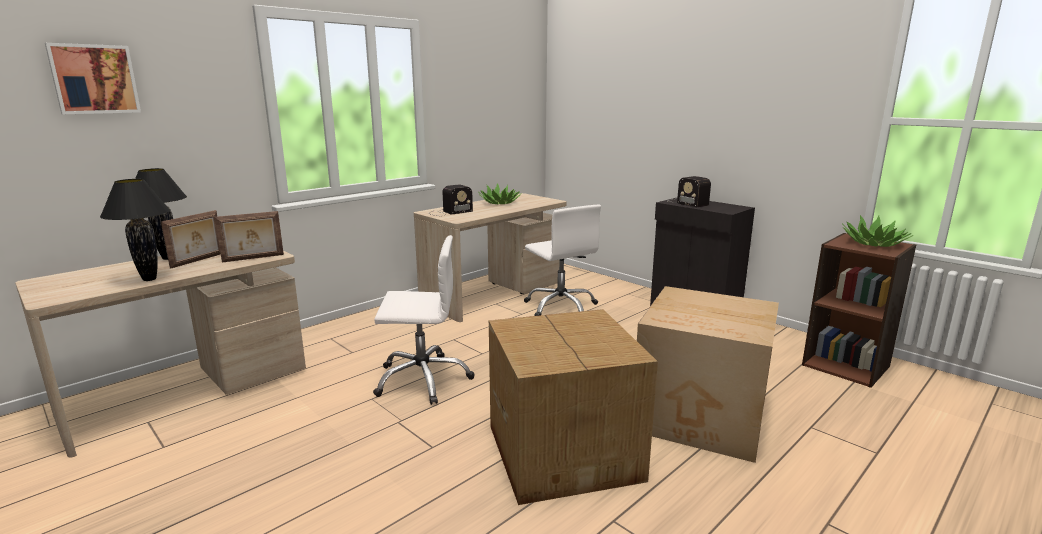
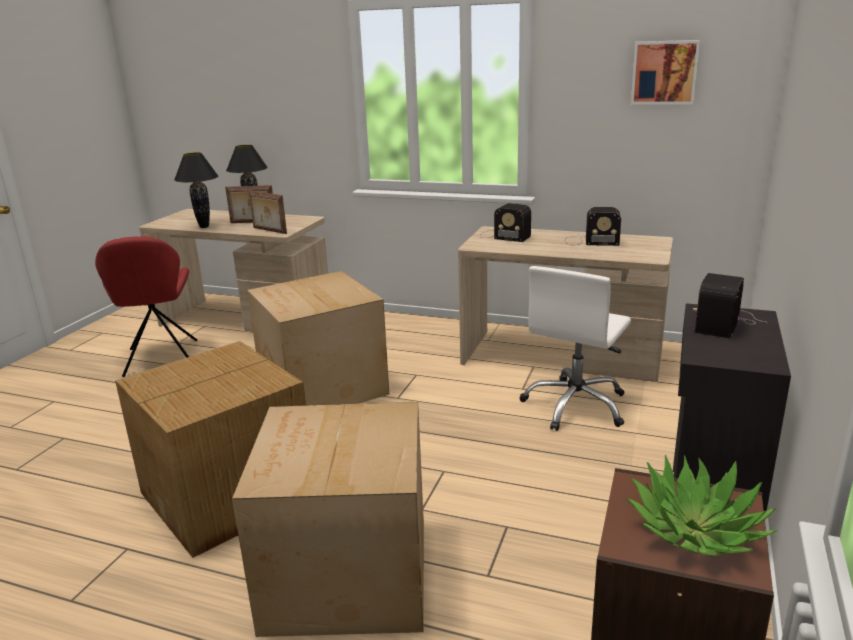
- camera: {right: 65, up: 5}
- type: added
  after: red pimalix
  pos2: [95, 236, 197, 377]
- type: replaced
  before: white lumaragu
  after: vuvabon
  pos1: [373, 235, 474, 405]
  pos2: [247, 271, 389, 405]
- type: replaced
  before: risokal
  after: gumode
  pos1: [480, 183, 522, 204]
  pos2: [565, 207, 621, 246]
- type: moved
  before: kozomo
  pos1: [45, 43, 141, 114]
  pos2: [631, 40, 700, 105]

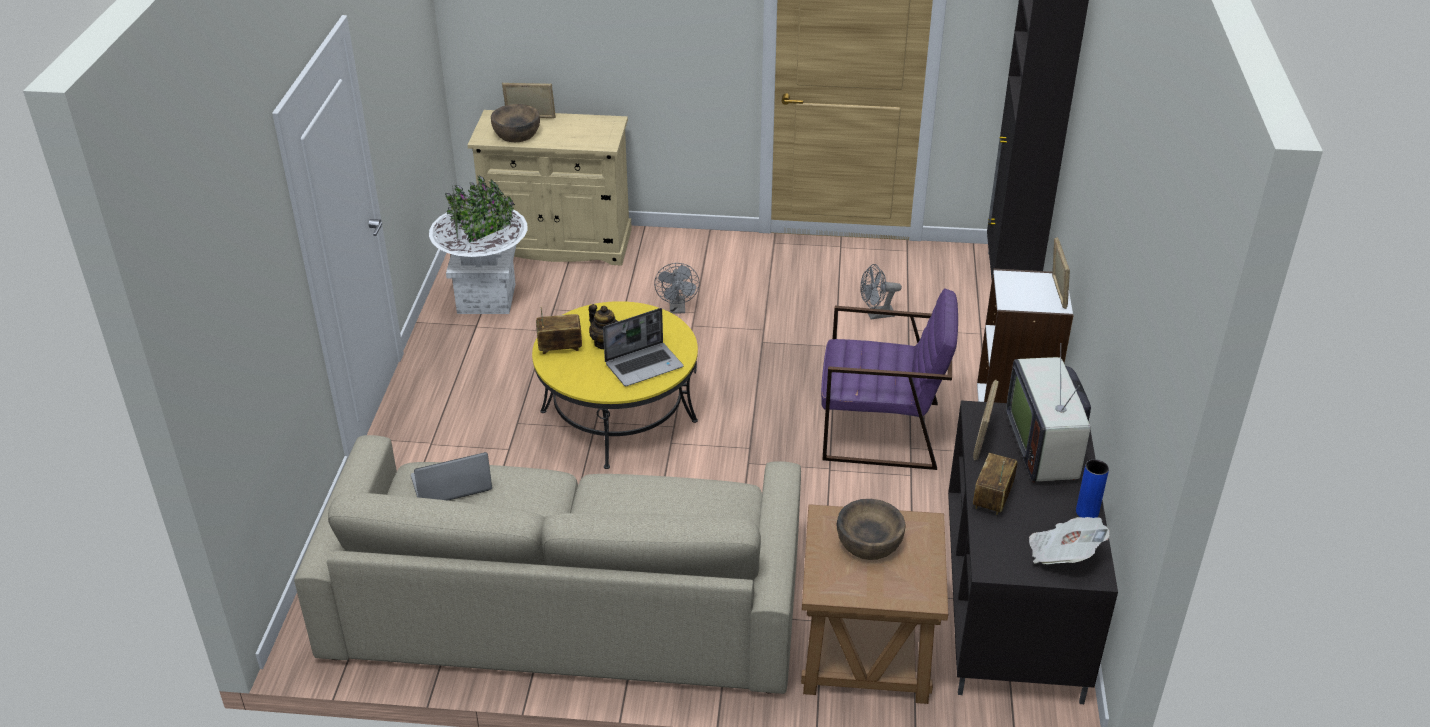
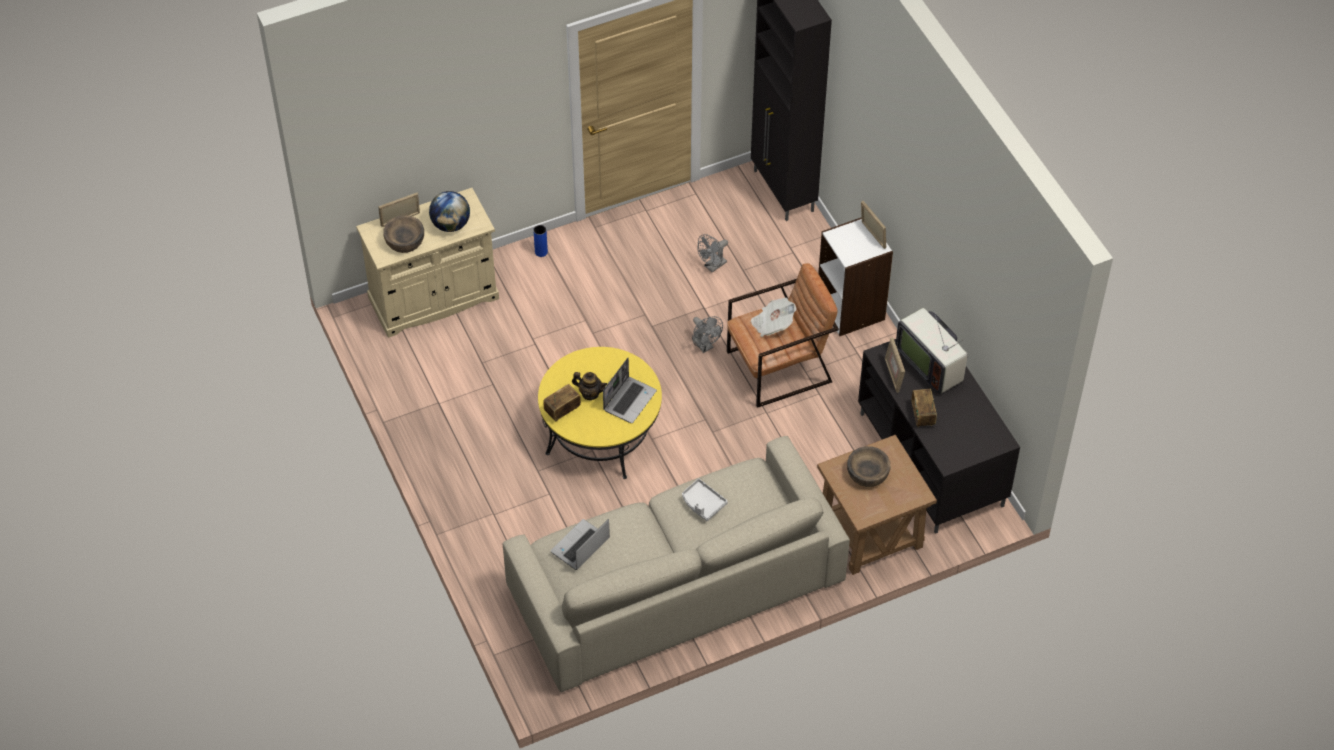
- camera: {right: -30, up: 15}
- type: added
  after: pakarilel
  pos2: [429, 191, 470, 232]
- type: moved
  before: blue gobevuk
  pos1: [1076, 459, 1109, 518]
  pos2: [533, 225, 548, 257]
- type: added
  after: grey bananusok
  pos2: [682, 478, 728, 521]
- type: moved
  before: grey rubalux
  pos1: [654, 263, 700, 314]
  pos2: [692, 316, 723, 353]
- type: recoloured
  before: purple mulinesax
  after: brown mulinesax
  pos1: [821, 289, 958, 470]
  pos2: [727, 263, 839, 408]
- type: moved
  before: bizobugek
  pos1: [1029, 517, 1110, 564]
  pos2: [751, 298, 797, 337]
- type: removed
  before: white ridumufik
  pos1: [429, 176, 528, 314]

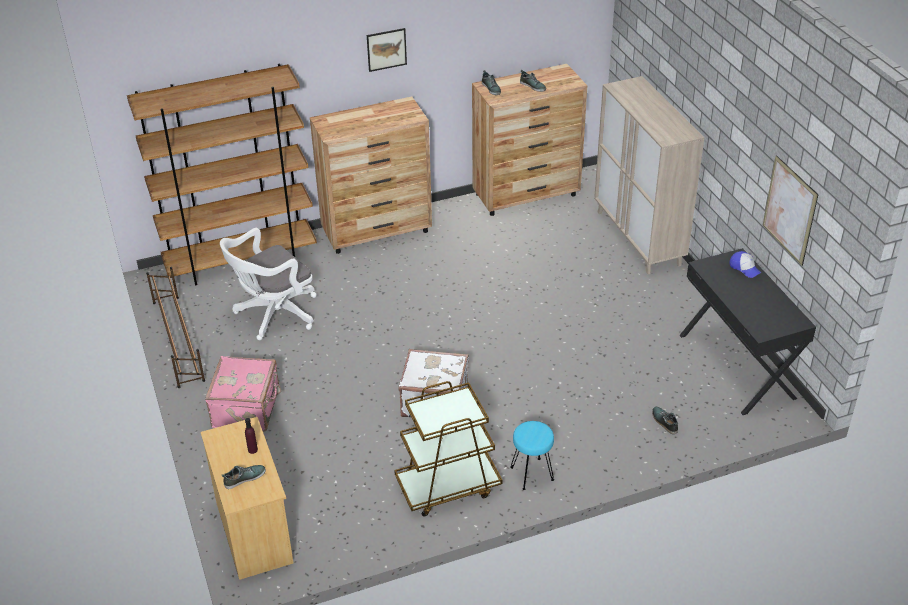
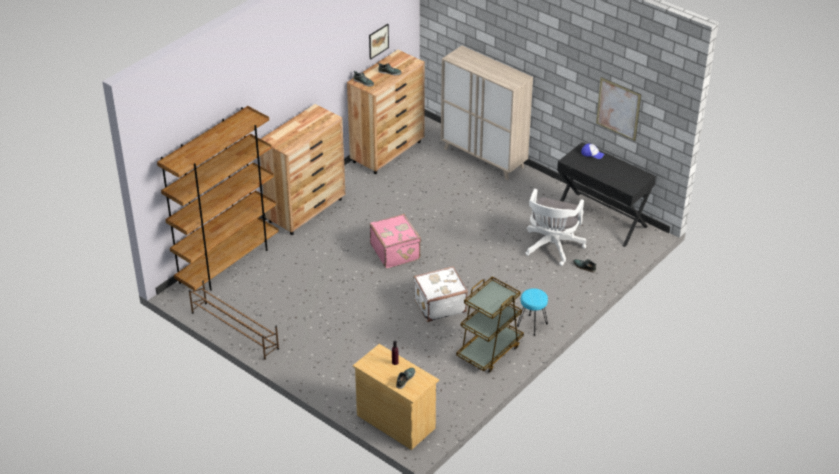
- camera: {right: -30, up: 0}
- type: moved
  before: kozomo
  pos1: [367, 28, 407, 72]
  pos2: [369, 24, 389, 60]
- type: moved
  before: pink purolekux
  pos1: [205, 356, 281, 432]
  pos2: [370, 214, 421, 268]
- type: moved
  before: white lumaragu
  pos1: [220, 228, 316, 340]
  pos2: [526, 189, 586, 266]

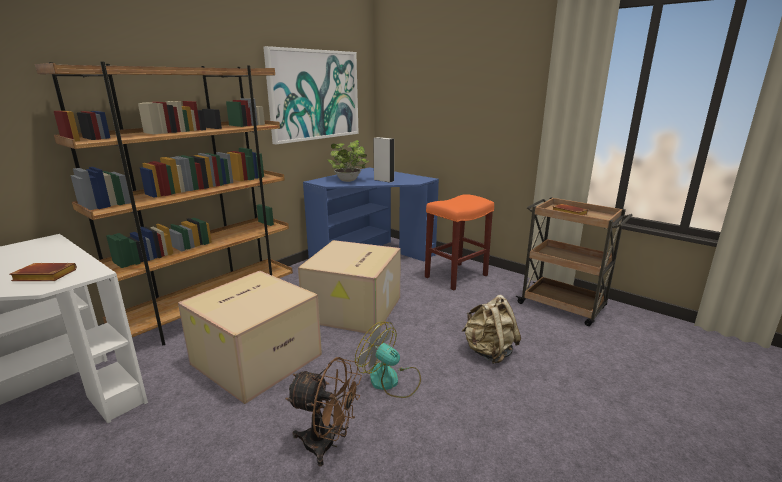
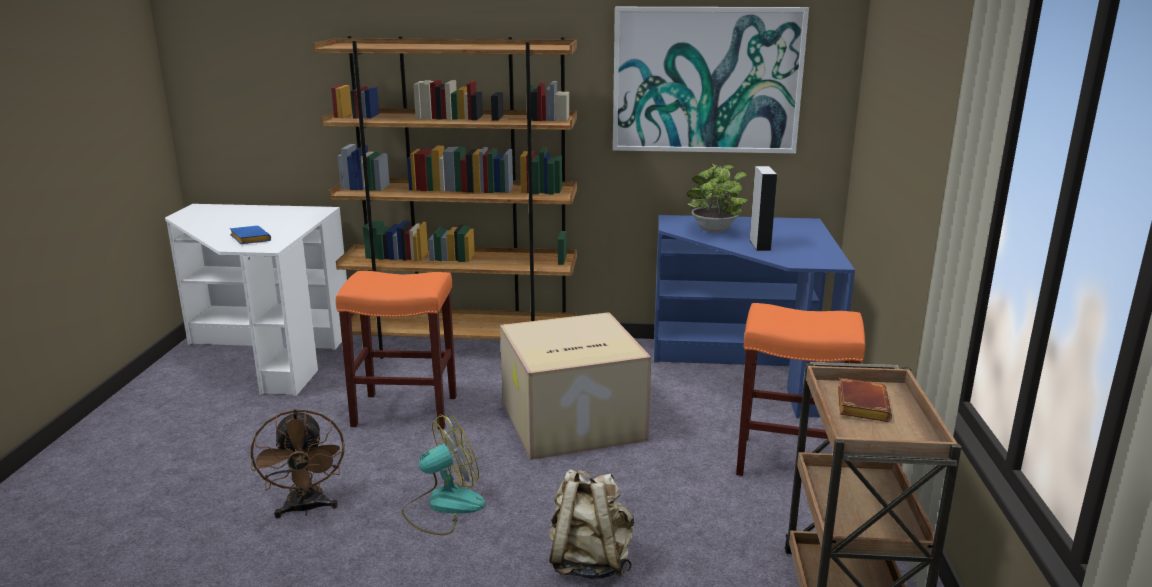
- camera: {right: 55, up: 0}
- type: recoloured
  before: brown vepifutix
  after: blue vepifutix
  pos1: [9, 263, 77, 281]
  pos2: [230, 226, 271, 244]
- type: replaced
  before: vuvabon
  after: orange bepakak
  pos1: [178, 271, 322, 404]
  pos2: [336, 271, 457, 429]
- type: turned
  before: rubalux
  pos1: [355, 322, 421, 398]
  pos2: [402, 414, 486, 535]
  turn: 60

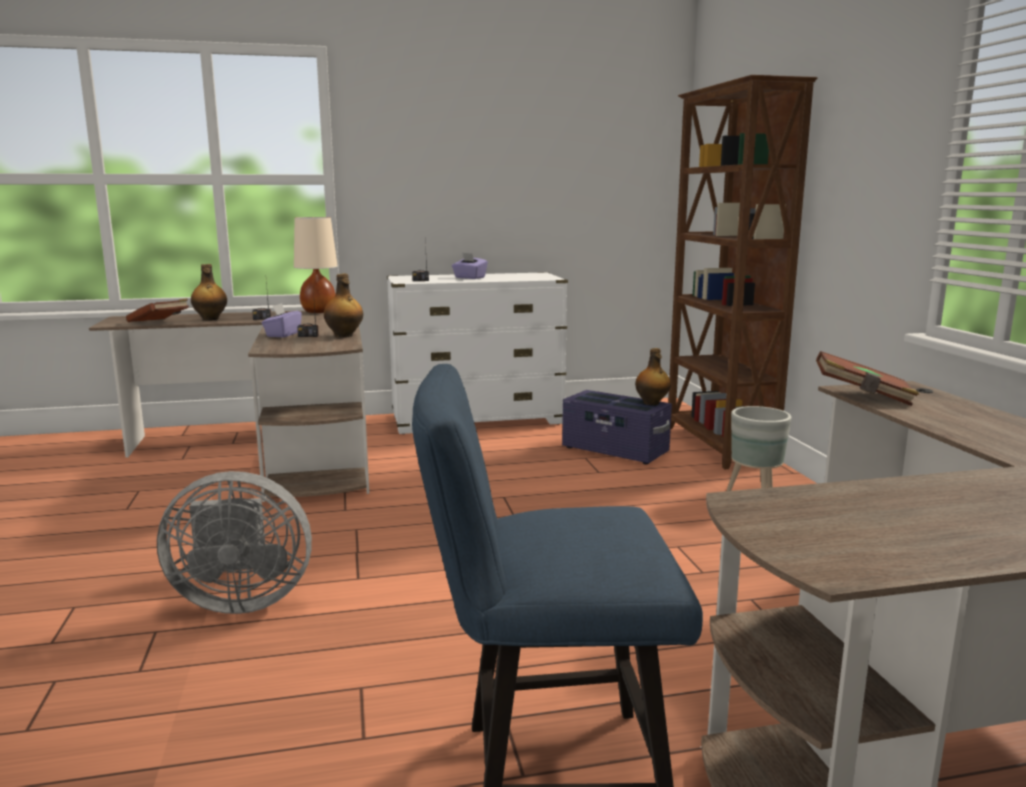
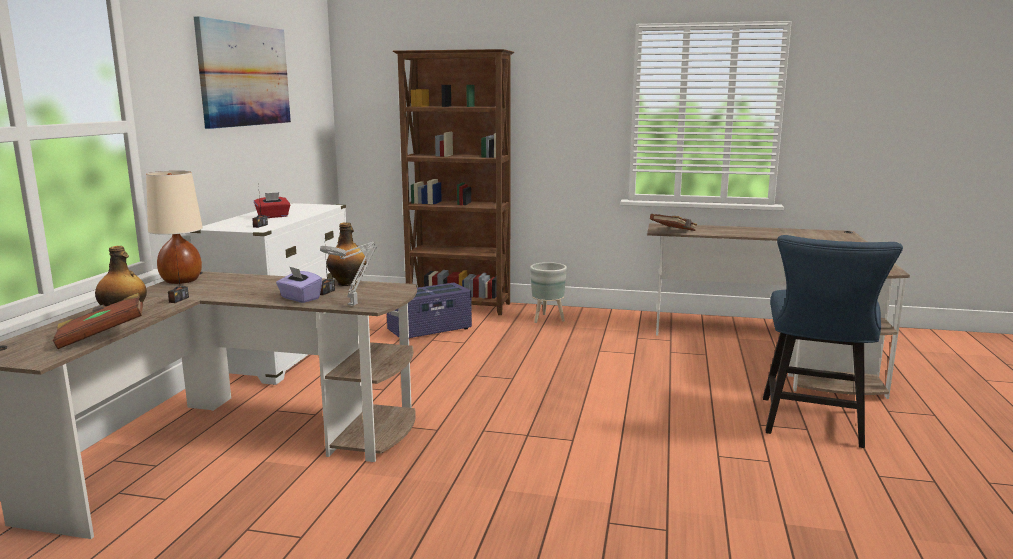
- camera: {right: -65, up: 0}
- type: added
  after: kozomo
  pos2: [194, 16, 291, 129]
- type: recoloured
  before: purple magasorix
  after: red magasorix
  pos1: [452, 253, 488, 279]
  pos2: [254, 192, 290, 218]
- type: added
  after: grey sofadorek
  pos2: [320, 242, 377, 306]
- type: removed
  before: grey rubalux
  pos1: [157, 471, 312, 614]
- type: removed
  before: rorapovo
  pos1: [635, 348, 671, 405]

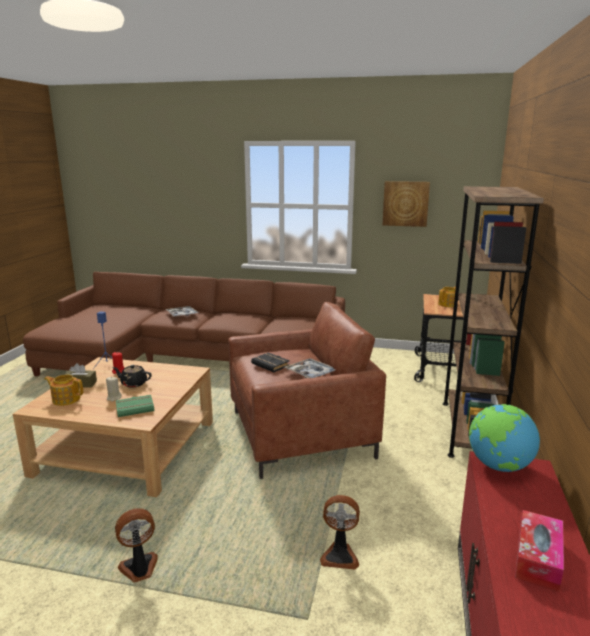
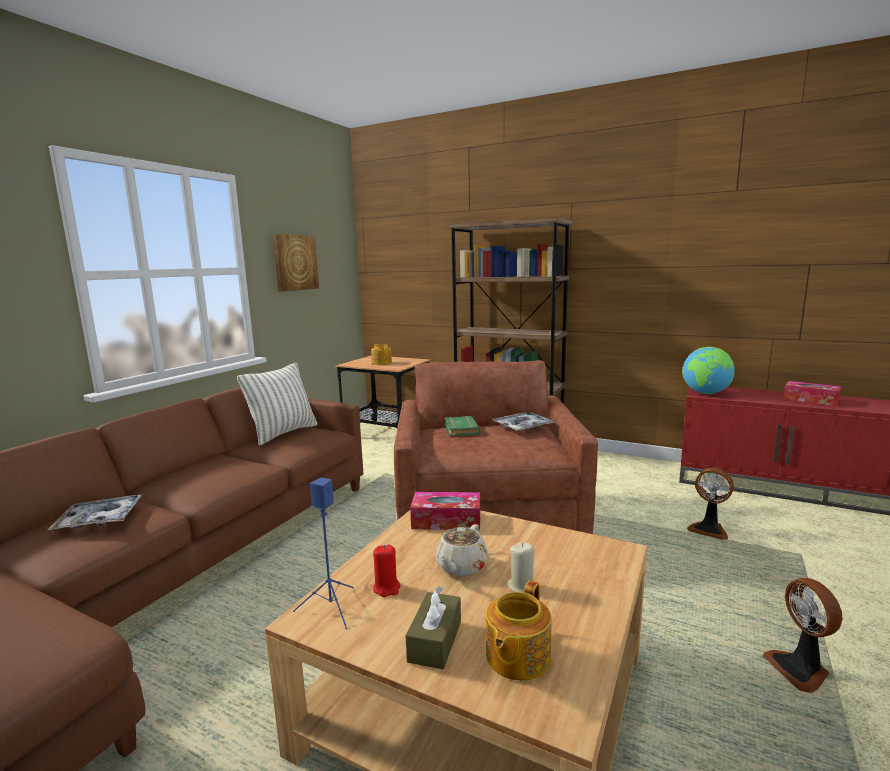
- camera: {right: -75, up: -5}
- type: added
  after: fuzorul
  pos2: [237, 363, 317, 445]
- type: added
  after: magasorix
  pos2: [410, 492, 480, 530]
- type: recoloured
  before: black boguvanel
  after: beige boguvanel
  pos1: [112, 365, 152, 388]
  pos2: [436, 524, 488, 576]
- type: moved
  before: green vepifutix
  pos1: [116, 395, 154, 417]
  pos2: [445, 416, 480, 436]
- type: turned
  before: rubalux
  pos1: [320, 495, 360, 570]
  pos2: [687, 468, 734, 540]
  turn: 105
- type: removed
  before: black vepifutix
  pos1: [251, 353, 290, 372]

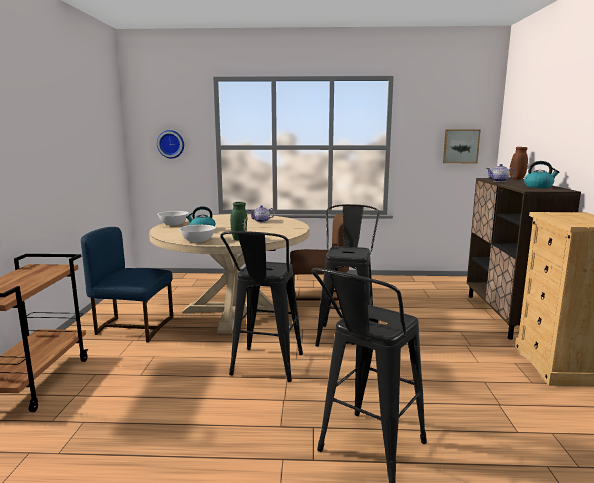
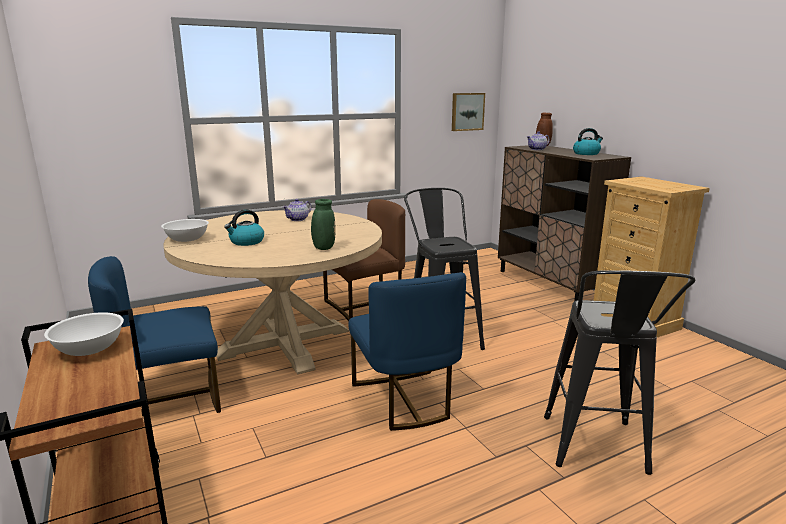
- camera: {right: -30, up: 5}
- type: moved
  before: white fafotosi
  pos1: [179, 225, 216, 242]
  pos2: [44, 312, 124, 356]
- type: replaced
  before: black bepakak
  after: blue pimalix
  pos1: [220, 231, 303, 382]
  pos2: [348, 272, 466, 431]
- type: removed
  before: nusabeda
  pos1: [157, 130, 184, 159]

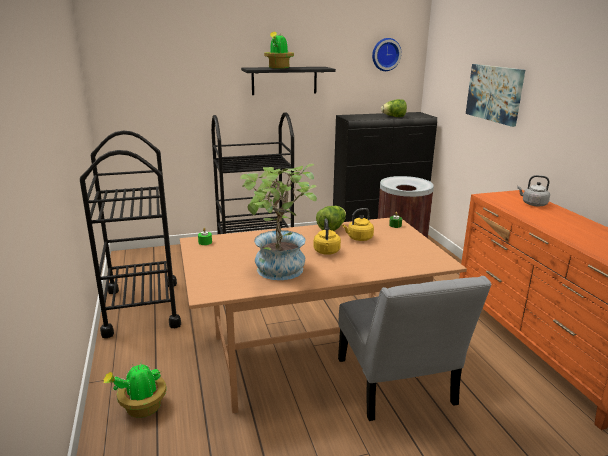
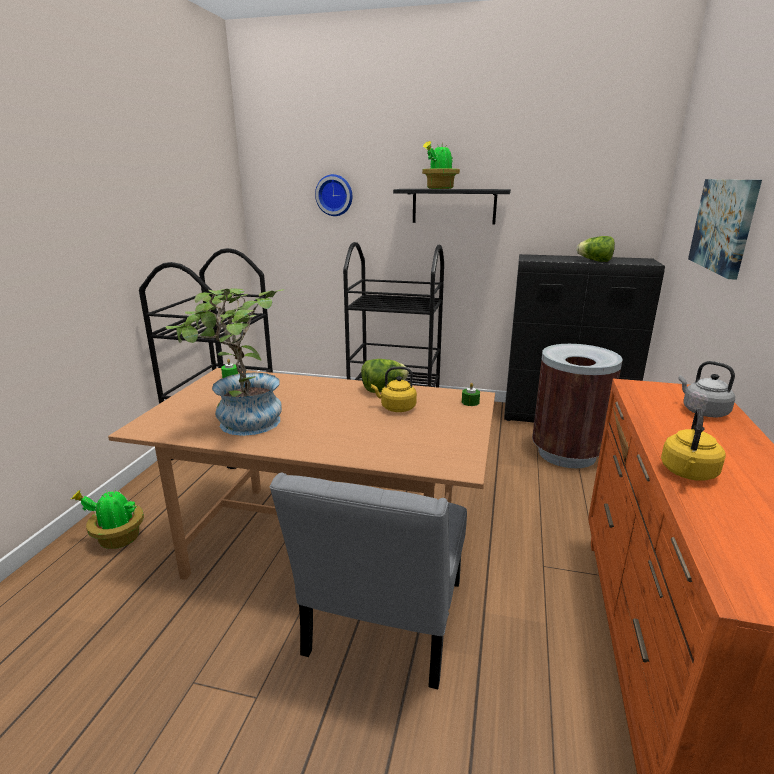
- camera: {right: 30, up: 0}
- type: moved
  before: nusabeda
  pos1: [372, 38, 402, 71]
  pos2: [315, 174, 352, 216]
- type: moved
  before: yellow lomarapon
  pos1: [314, 219, 341, 255]
  pos2: [661, 408, 726, 481]

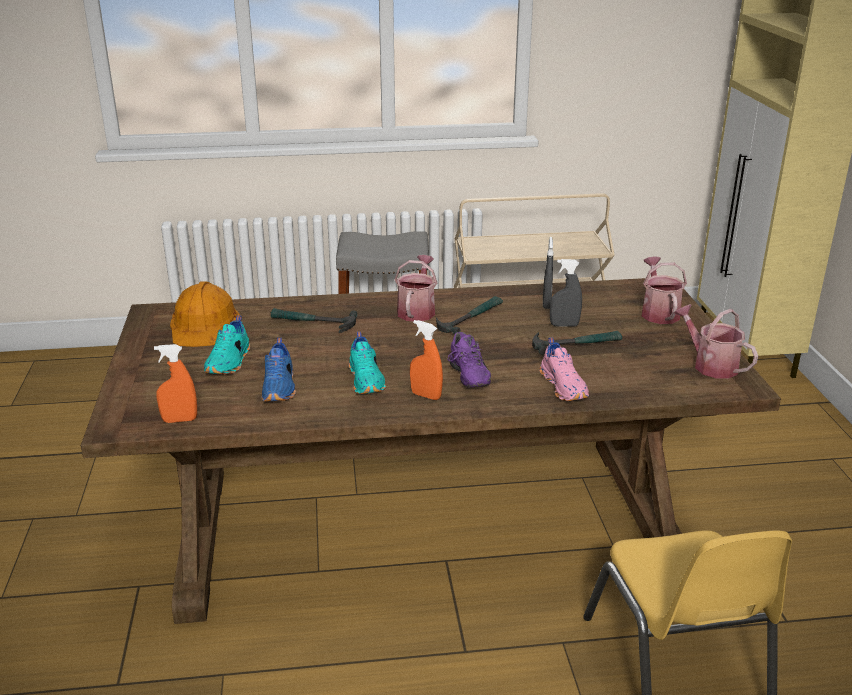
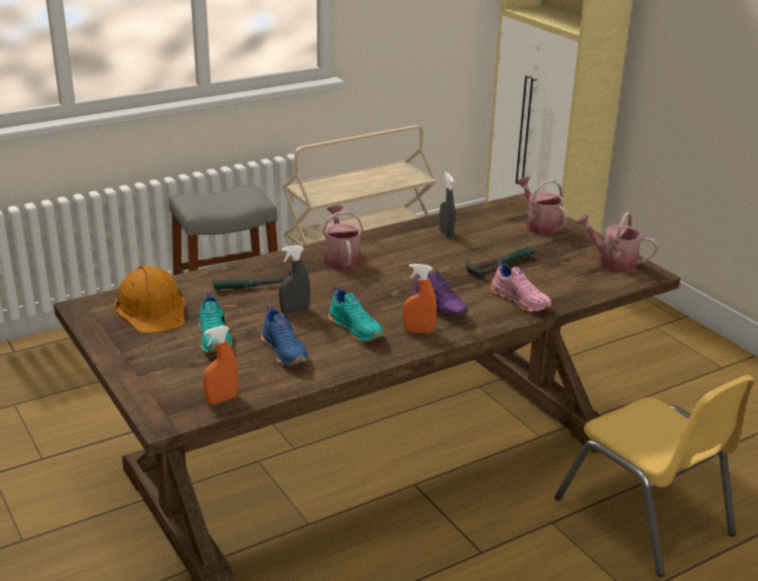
- camera: {right: -25, up: 0}
- type: moved
  before: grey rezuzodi
  pos1: [550, 259, 582, 327]
  pos2: [279, 245, 310, 314]
- type: removed
  before: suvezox
  pos1: [436, 296, 503, 335]

